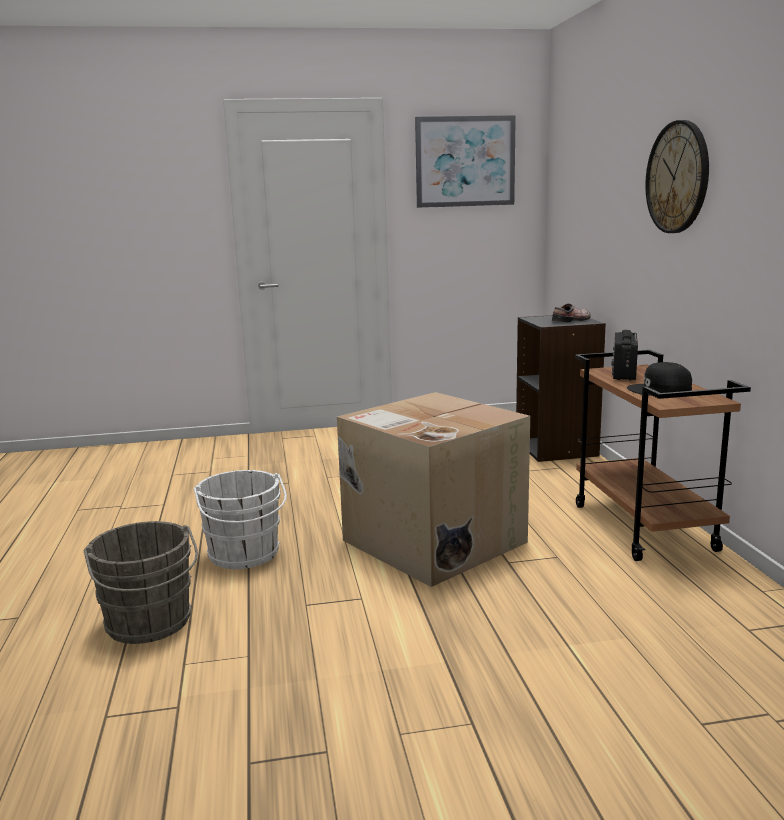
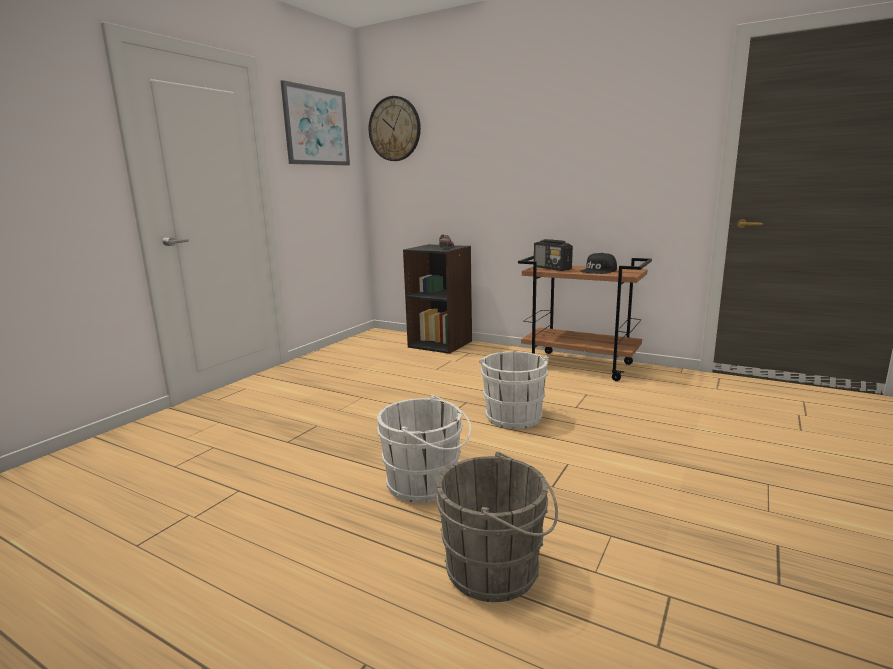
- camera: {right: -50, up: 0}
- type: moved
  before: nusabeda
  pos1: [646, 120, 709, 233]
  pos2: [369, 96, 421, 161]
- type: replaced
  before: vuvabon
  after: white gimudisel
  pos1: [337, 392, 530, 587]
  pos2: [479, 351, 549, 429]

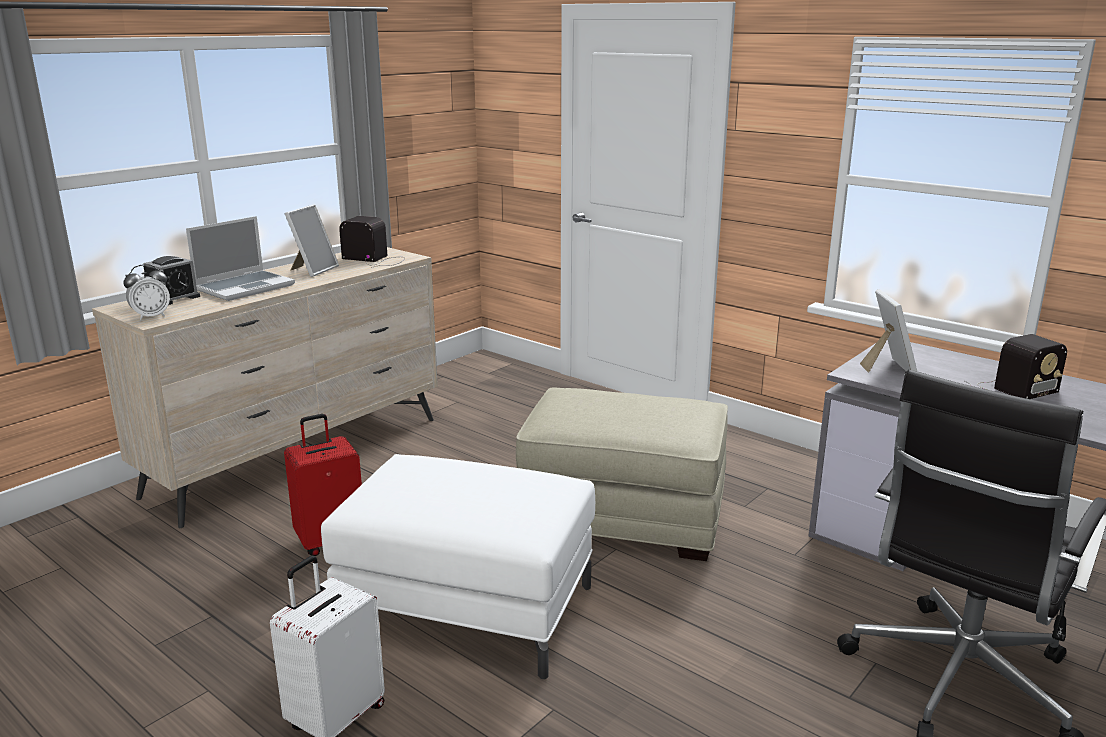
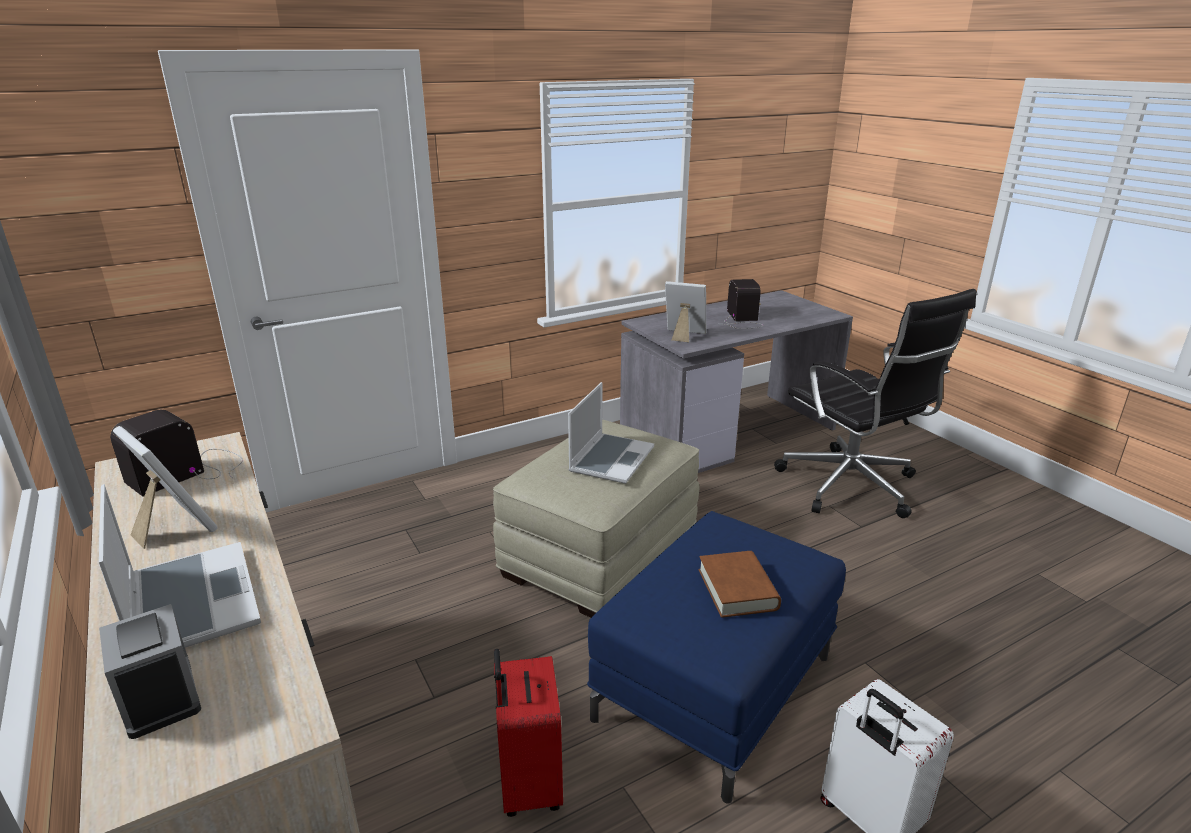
- camera: {right: -70, up: 5}
- type: added
  after: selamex
  pos2: [568, 382, 654, 484]
- type: recoloured
  before: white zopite
  after: blue zopite
  pos1: [321, 454, 595, 679]
  pos2: [587, 511, 846, 804]
- type: added
  after: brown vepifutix
  pos2: [699, 551, 781, 618]
- type: removed
  before: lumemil
  pos1: [123, 264, 170, 320]

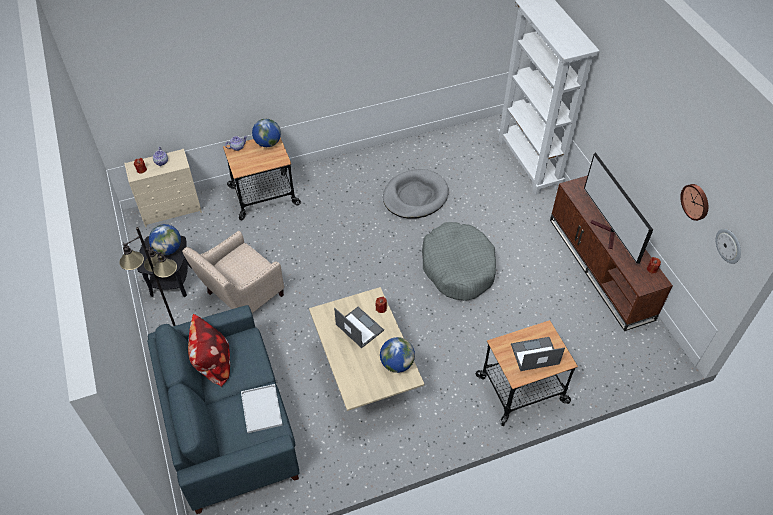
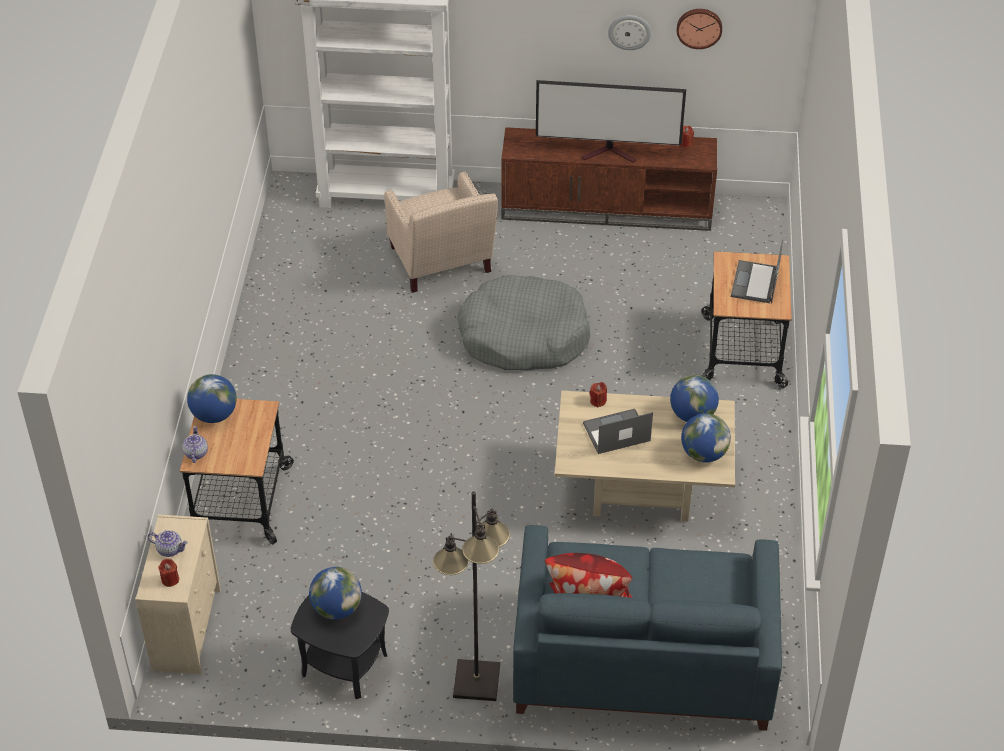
- camera: {right: -65, up: -5}
- type: moved
  before: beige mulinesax
  pos1: [182, 231, 284, 313]
  pos2: [385, 171, 498, 293]
- type: moved
  before: nusabeda
  pos1: [716, 229, 741, 264]
  pos2: [608, 15, 651, 50]
- type: added
  after: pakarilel
  pos2: [681, 413, 731, 462]
- type: removed
  before: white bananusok
  pos1: [241, 384, 283, 433]
- type: removed
  before: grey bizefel
  pos1: [383, 169, 449, 218]

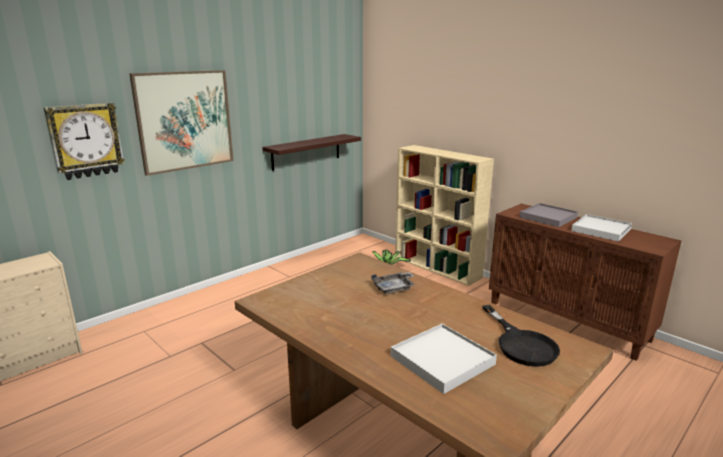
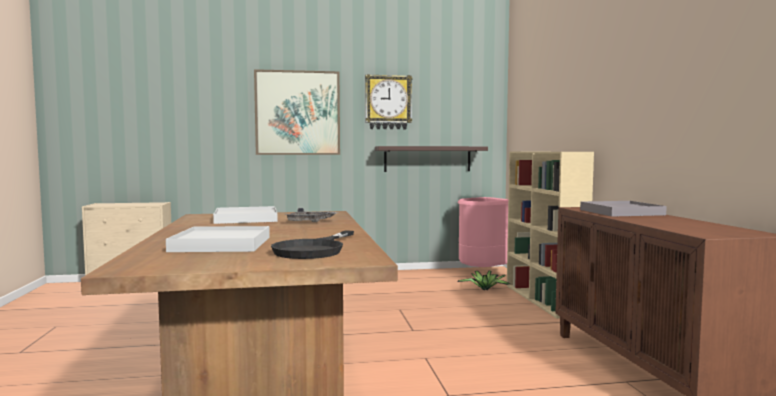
- camera: {right: 35, up: -15}
- type: moved
  before: white bananusok
  pos1: [571, 214, 632, 242]
  pos2: [213, 206, 278, 224]
- type: moved
  before: nusabeda
  pos1: [44, 103, 125, 180]
  pos2: [365, 74, 413, 129]
- type: added
  after: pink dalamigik
  pos2: [458, 197, 508, 267]

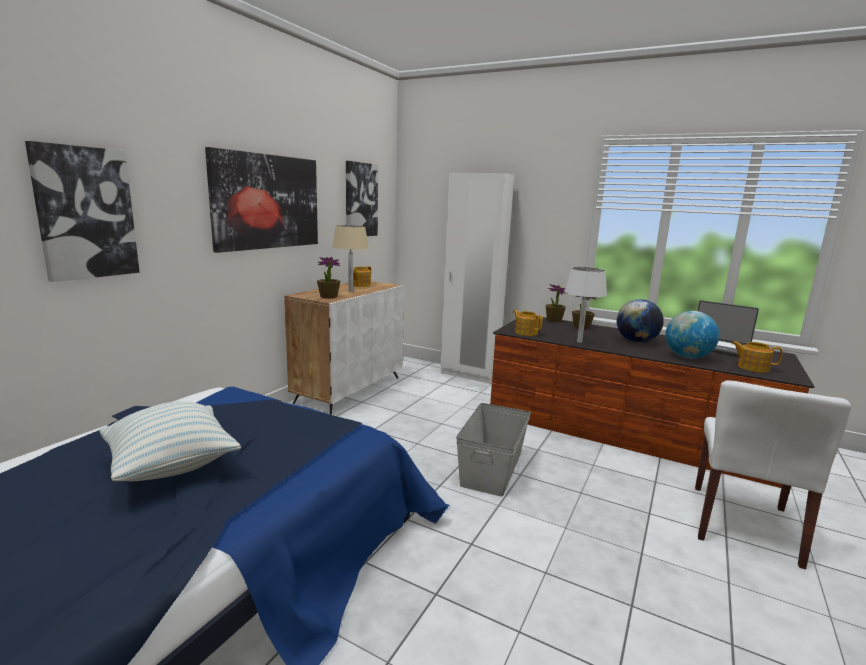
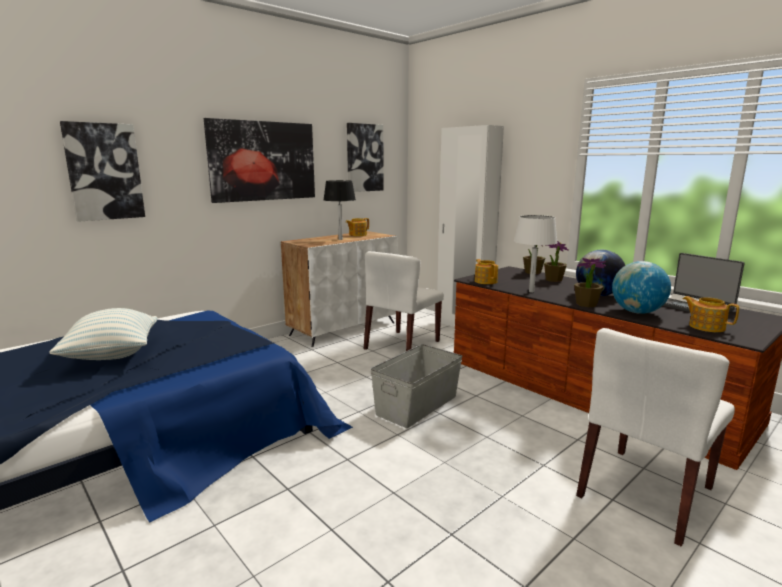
- camera: {right: 20, up: 0}
- type: recoloured
  before: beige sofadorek
  after: black sofadorek
  pos1: [332, 225, 369, 292]
  pos2: [324, 180, 356, 240]
- type: added
  after: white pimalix
  pos2: [364, 251, 444, 351]
- type: moved
  before: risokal
  pos1: [317, 257, 340, 299]
  pos2: [574, 258, 606, 307]

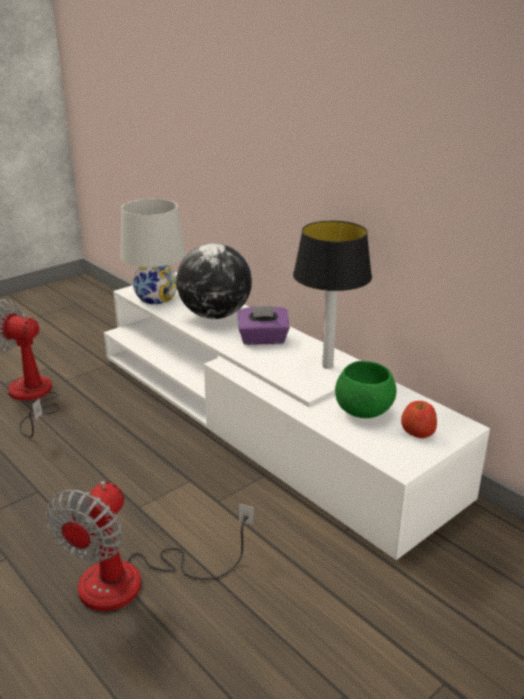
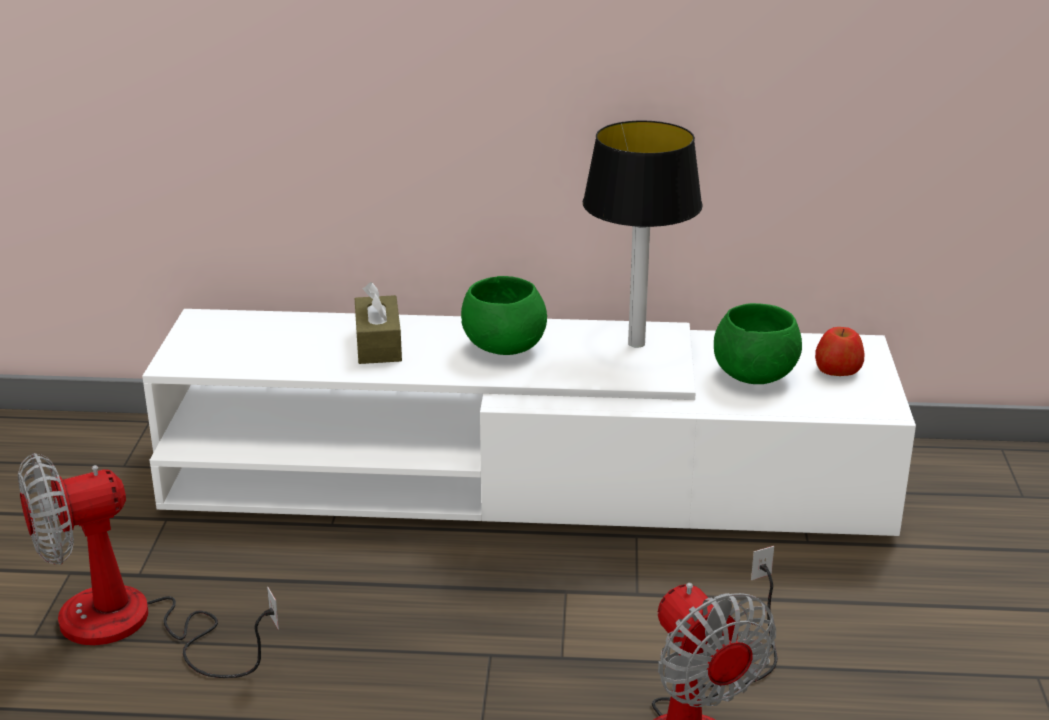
- camera: {right: -45, up: 0}
- type: replaced
  before: pakarilel
  after: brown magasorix
  pos1: [176, 243, 252, 319]
  pos2: [355, 282, 402, 364]
- type: replaced
  before: purple magasorix
  after: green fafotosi
  pos1: [237, 306, 290, 345]
  pos2: [461, 276, 547, 355]
- type: removed
  before: white sofadorek
  pos1: [120, 199, 186, 304]

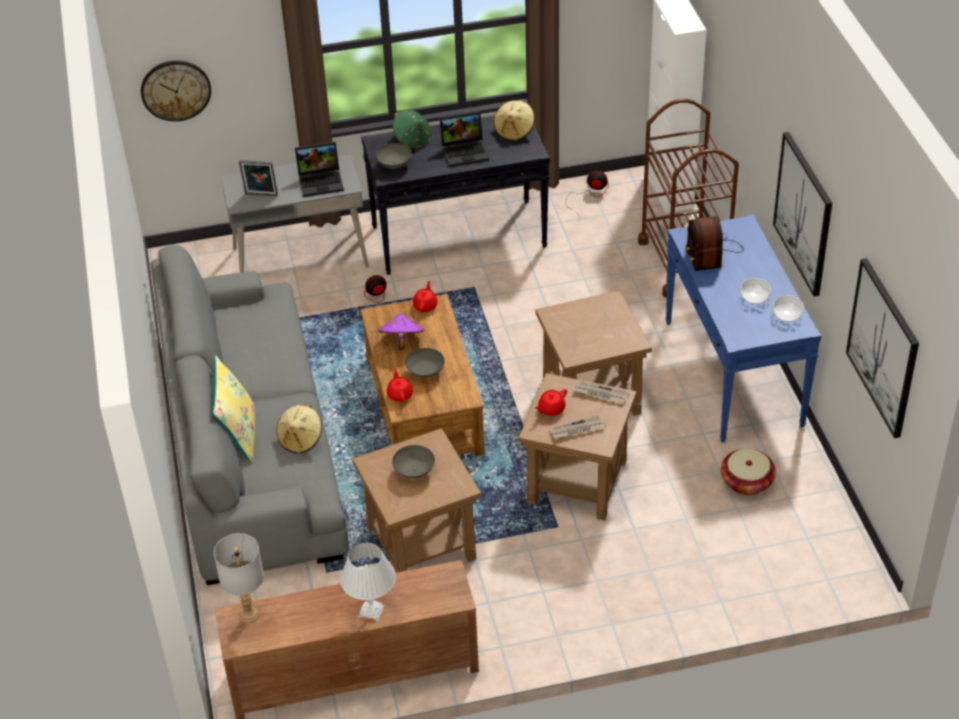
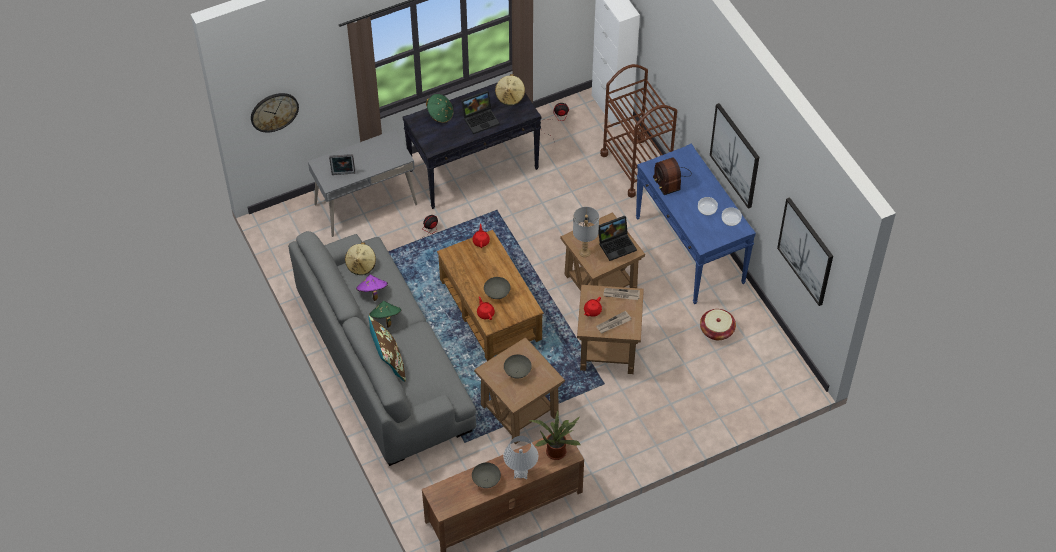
- camera: {right: -15, up: 10}
- type: moved
  before: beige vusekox
  pos1: [277, 404, 322, 454]
  pos2: [345, 242, 376, 275]
- type: moved
  before: purple vusekox
  pos1: [378, 313, 425, 350]
  pos2: [356, 275, 388, 301]
- type: recoloured
  before: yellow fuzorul
  after: brown fuzorul
  pos1: [212, 356, 255, 463]
  pos2: [368, 316, 406, 382]
- type: added
  after: green vusekox
  pos2: [369, 301, 401, 327]
- type: moved
  before: grey fafotosi
  pos1: [376, 143, 412, 169]
  pos2: [472, 462, 501, 488]
- type: added
  after: risokal
  pos2: [529, 410, 581, 460]
- type: moved
  before: grey sofadorek
  pos1: [214, 533, 264, 623]
  pos2: [573, 207, 599, 257]
- type: moved
  before: selamex
  pos1: [295, 142, 344, 197]
  pos2: [599, 216, 637, 261]

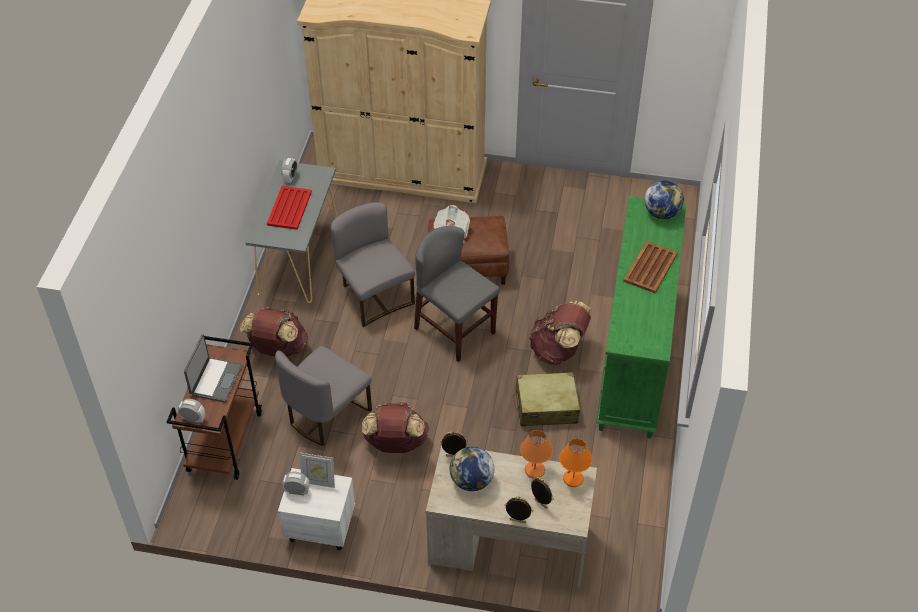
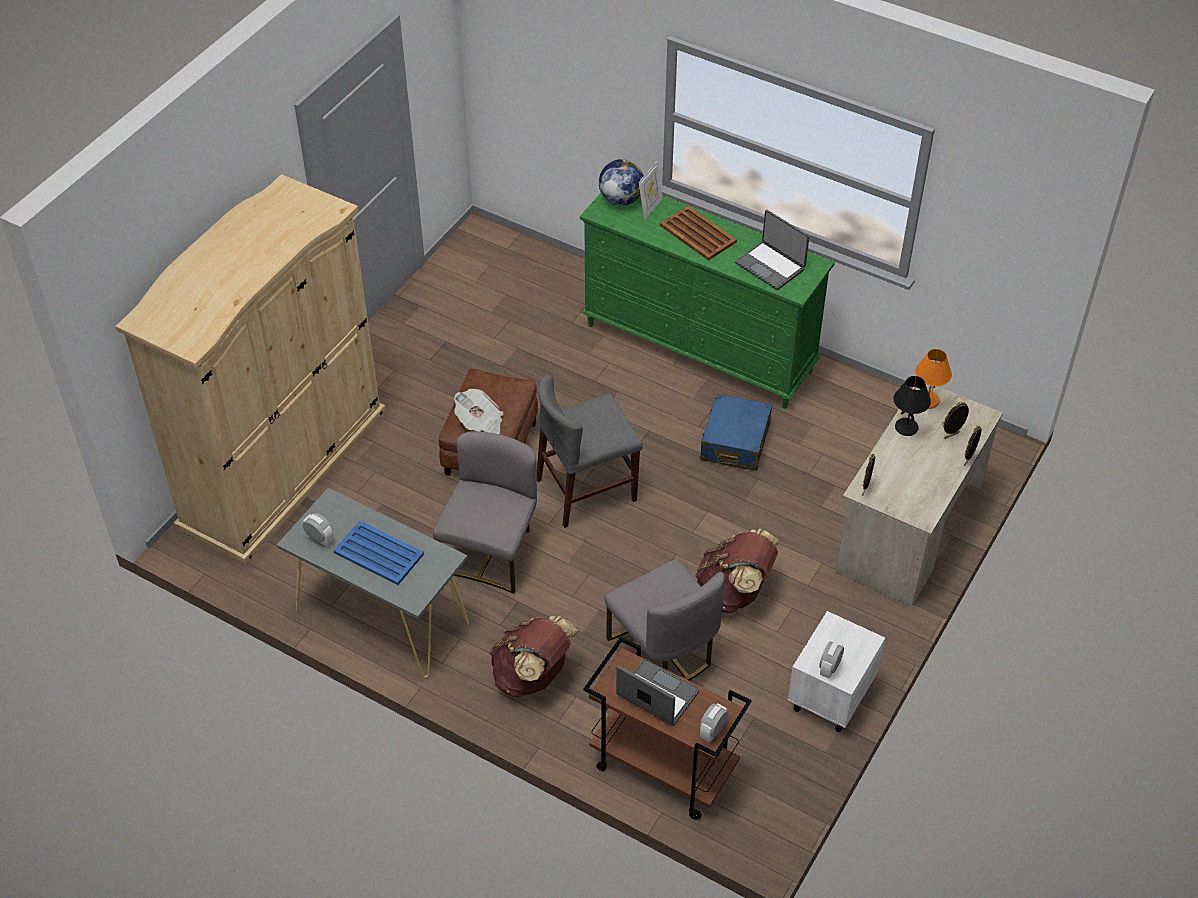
- camera: {right: -70, up: 0}
- type: recoloured
  before: red bananusok
  after: blue bananusok
  pos1: [267, 186, 312, 230]
  pos2: [334, 521, 424, 585]
- type: turned
  before: grey pimalix
  pos1: [331, 202, 415, 327]
  pos2: [433, 431, 537, 594]
  turn: 120
- type: moved
  before: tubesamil
  pos1: [300, 453, 335, 488]
  pos2: [638, 162, 663, 220]
- type: recoloured
  before: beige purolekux
  after: blue purolekux
  pos1: [513, 372, 580, 426]
  pos2: [700, 394, 772, 471]
- type: added
  after: selamex
  pos2: [735, 210, 809, 290]
- type: recoloured
  before: orange sofadorek
  after: black sofadorek
  pos1: [520, 430, 553, 479]
  pos2: [893, 376, 931, 436]
- type: removed
  before: pakarilel
  pos1: [450, 447, 494, 491]
- type: removed
  before: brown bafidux
  pos1: [529, 301, 592, 365]

